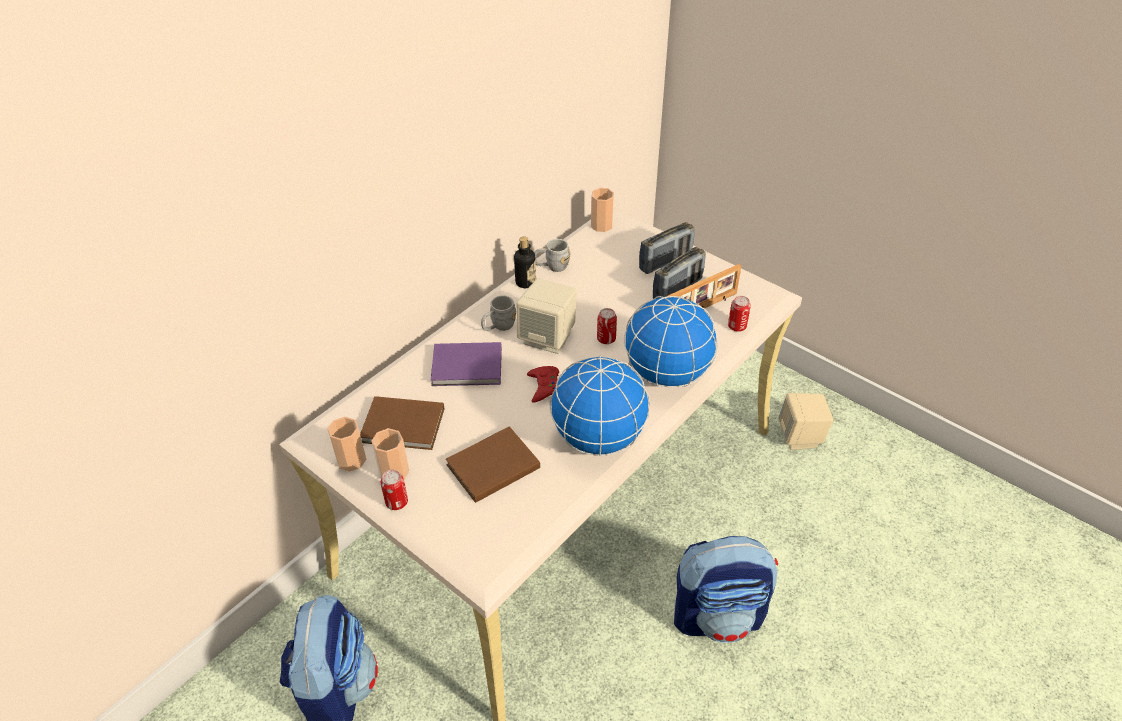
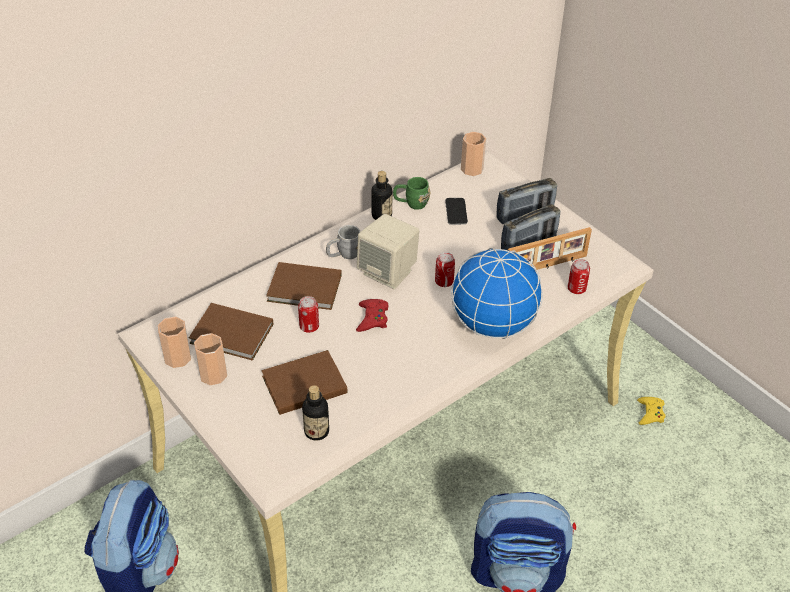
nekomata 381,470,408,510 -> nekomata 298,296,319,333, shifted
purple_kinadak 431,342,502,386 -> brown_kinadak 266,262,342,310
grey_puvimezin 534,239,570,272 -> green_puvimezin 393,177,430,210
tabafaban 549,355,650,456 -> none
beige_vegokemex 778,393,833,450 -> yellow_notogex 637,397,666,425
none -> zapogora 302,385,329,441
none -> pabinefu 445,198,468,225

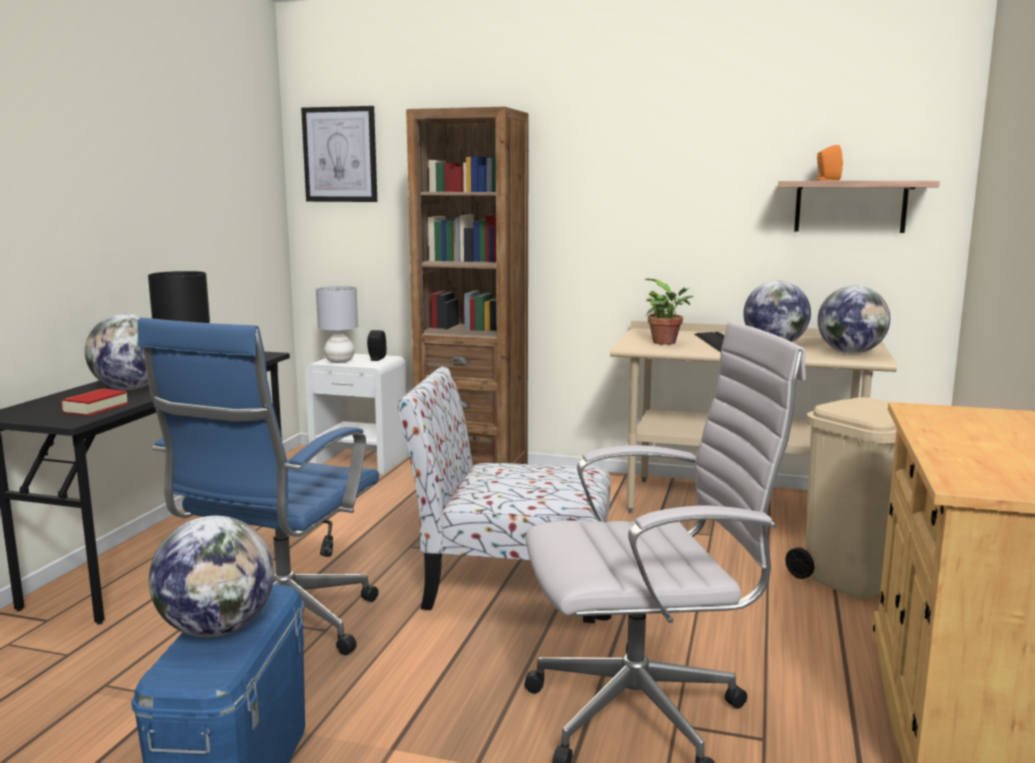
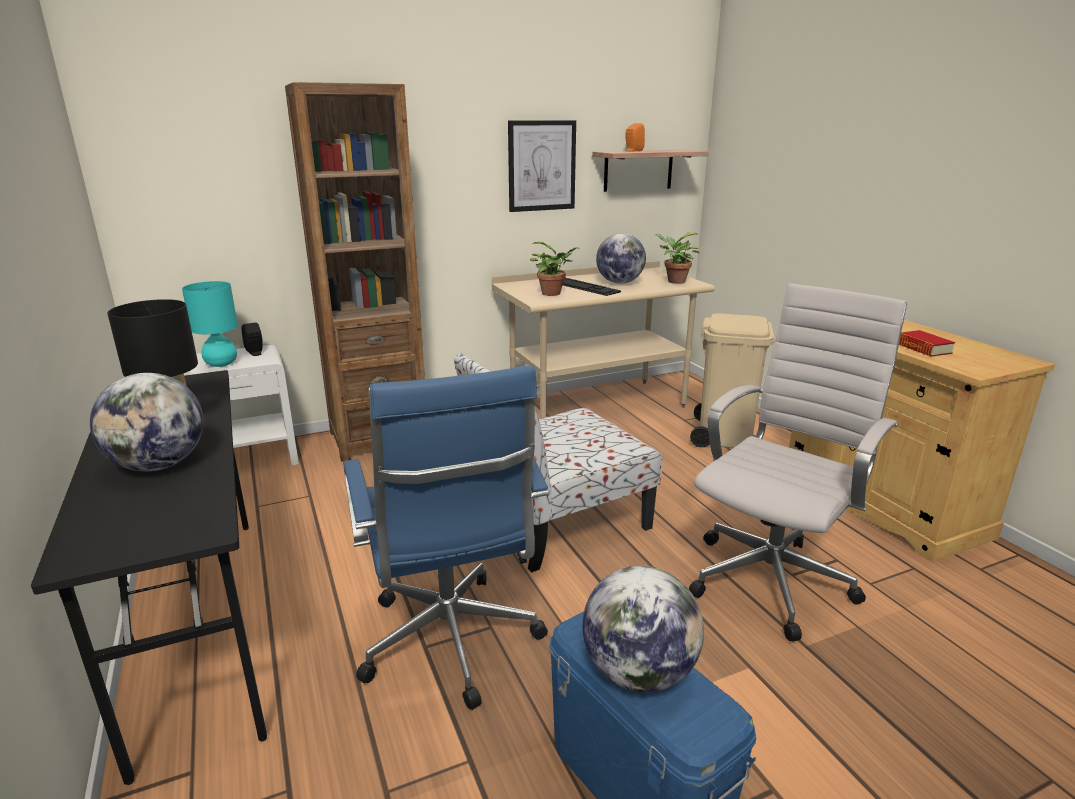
kinadak 61,389,129,416 -> kinadak 899,330,955,357, shifted
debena 301,106,377,202 -> debena 508,120,576,212, shifted
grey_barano 316,286,358,363 -> turquoise_barano 182,281,238,367
tabafaban 818,285,890,354 -> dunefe 656,232,700,284

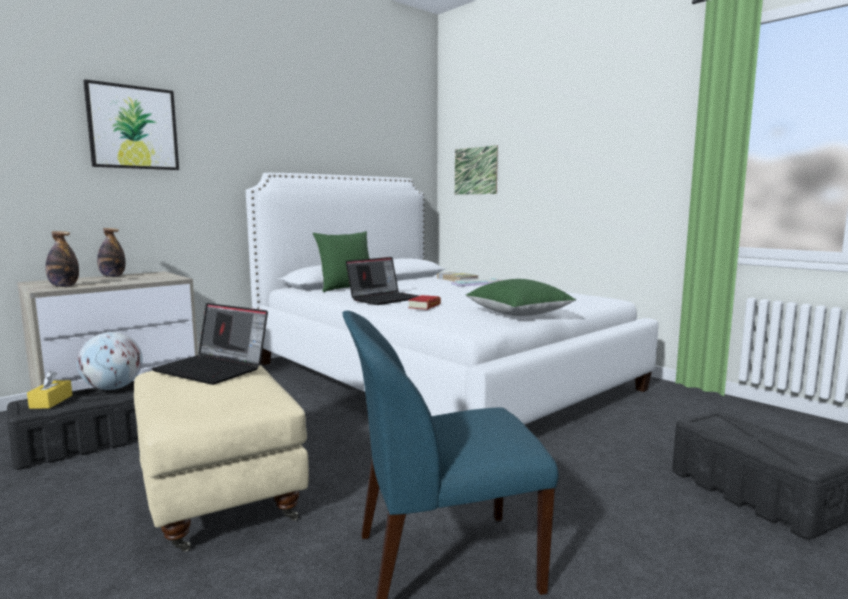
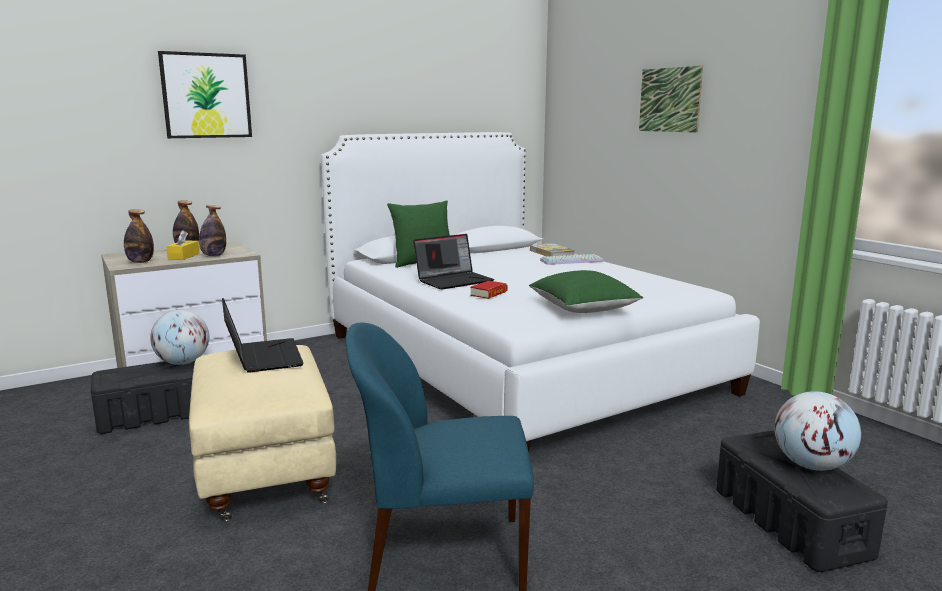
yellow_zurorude 27,371,72,409 -> yellow_zurorude 166,230,200,260, shifted
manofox 152,303,268,385 -> manofox 222,298,304,373, 150 degrees counterclockwise
debena 455,145,498,195 -> debena 639,65,703,133, shifted
none -> zapogora 199,205,226,256
none -> tabafaban 775,391,861,471

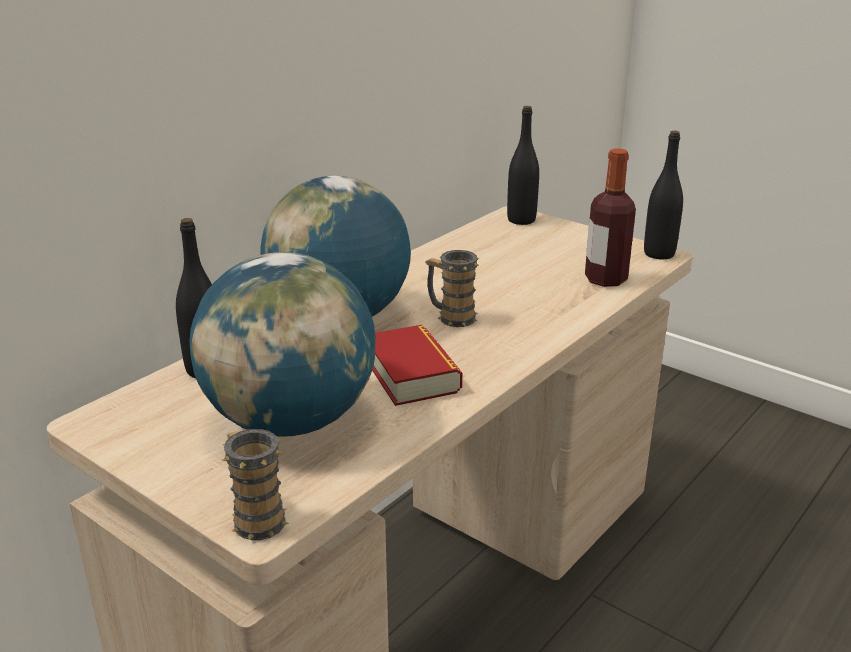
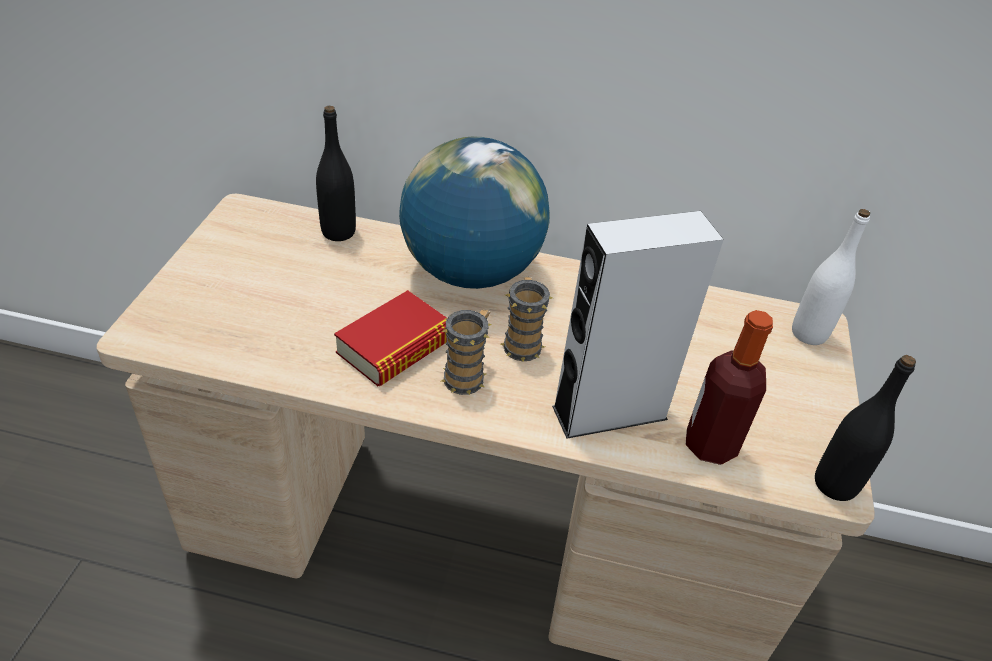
tabafaban 189,252,376,437 -> none
puvimezin 222,429,289,540 -> puvimezin 441,309,492,395, shifted
black_zapogora 507,106,539,225 -> white_zapogora 792,209,870,345
none -> grey_vegokemex 552,211,724,439

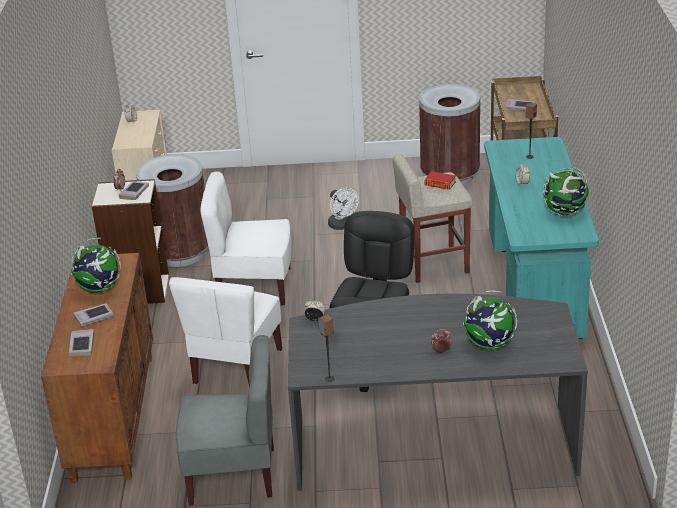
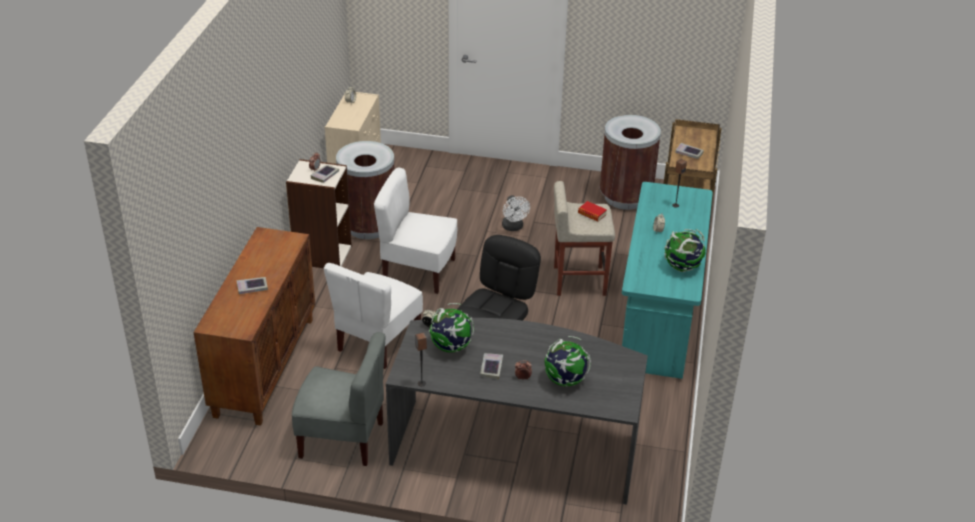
kinadak 69,329,94,356 -> kinadak 480,353,503,380, shifted
tabafaban 71,238,121,293 -> tabafaban 429,303,474,352, shifted

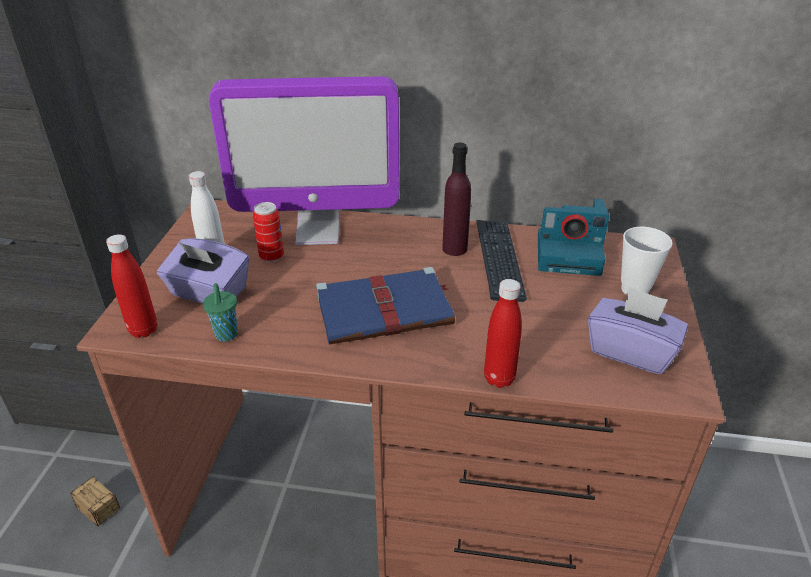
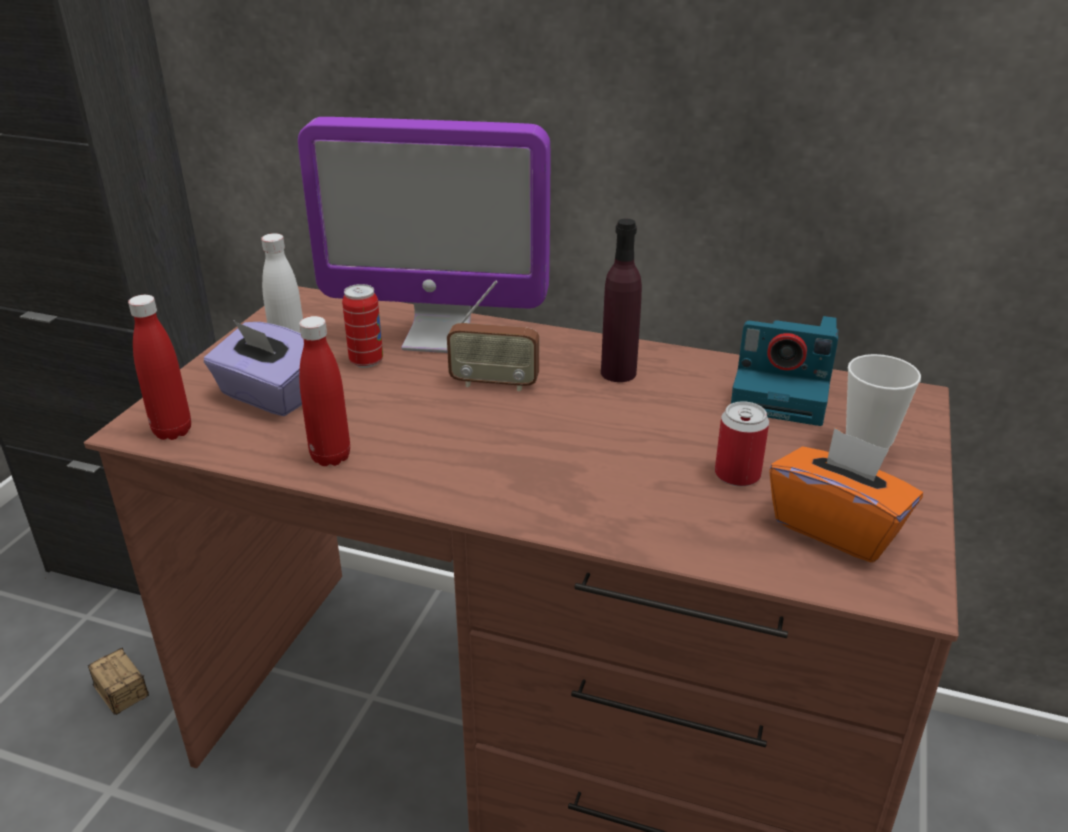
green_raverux 203,283,238,341 -> none
blue_kinadak 316,267,455,344 -> none
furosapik 476,220,527,302 -> none
red_zapogora 484,279,522,388 -> red_zapogora 299,316,350,466, shifted
purple_zurorude 588,287,688,374 -> orange_zurorude 769,428,923,563
none -> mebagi 447,280,539,392
none -> nekomata 715,401,769,486

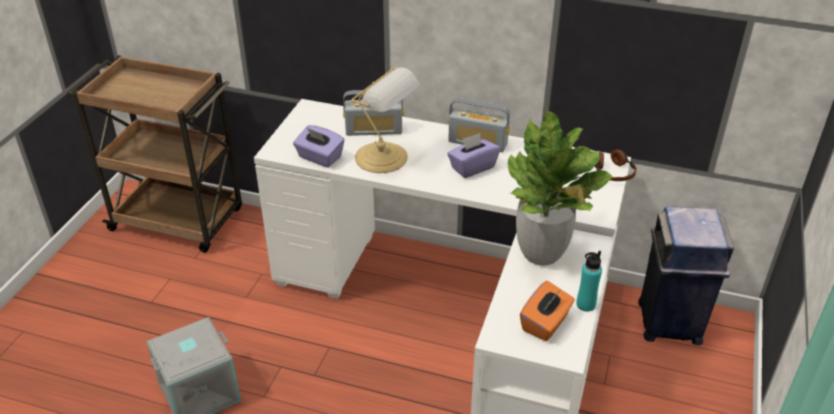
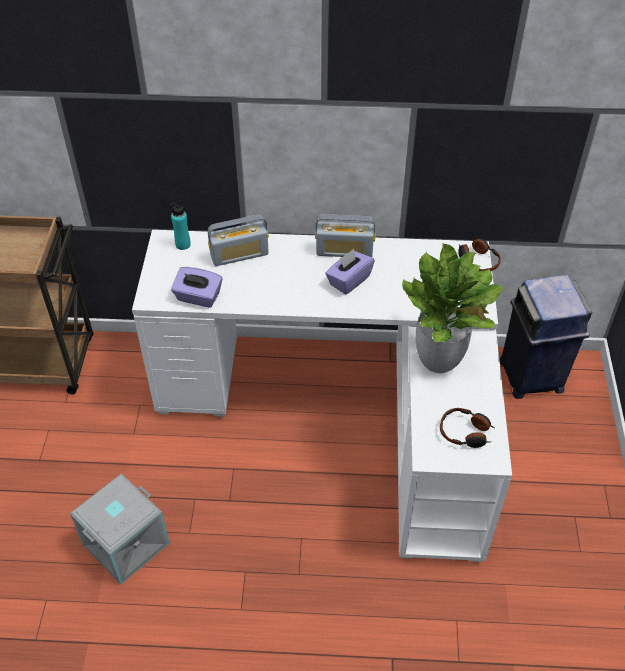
barano 351,67,419,173 -> none
orange_zurorude 520,281,575,341 -> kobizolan 440,408,494,448
turquoise_zapogora 577,251,602,312 -> turquoise_zapogora 169,200,191,250, shifted

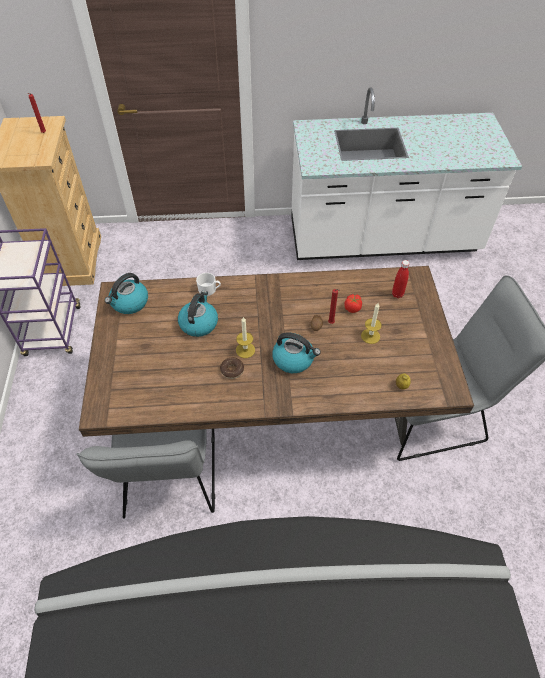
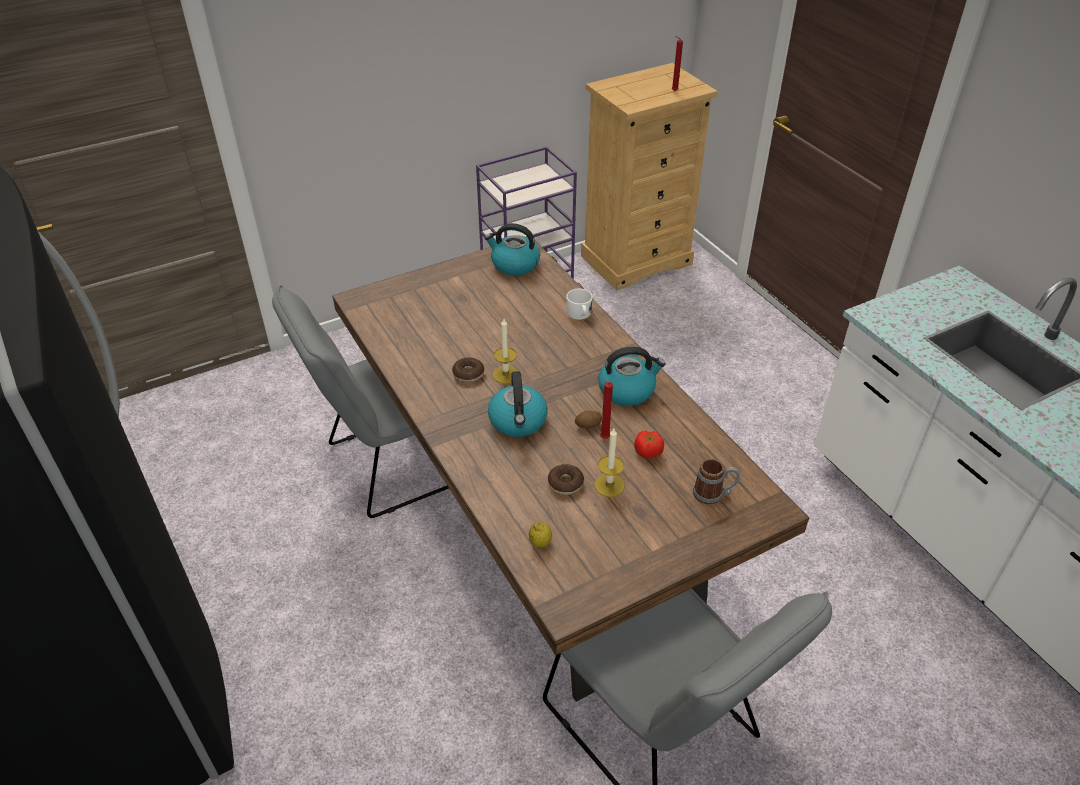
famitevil 178,291,218,337 -> famitevil 598,347,666,406, shifted
red_zapogora 392,260,410,298 -> puvimezin 693,459,740,505
none -> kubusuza 548,464,584,495

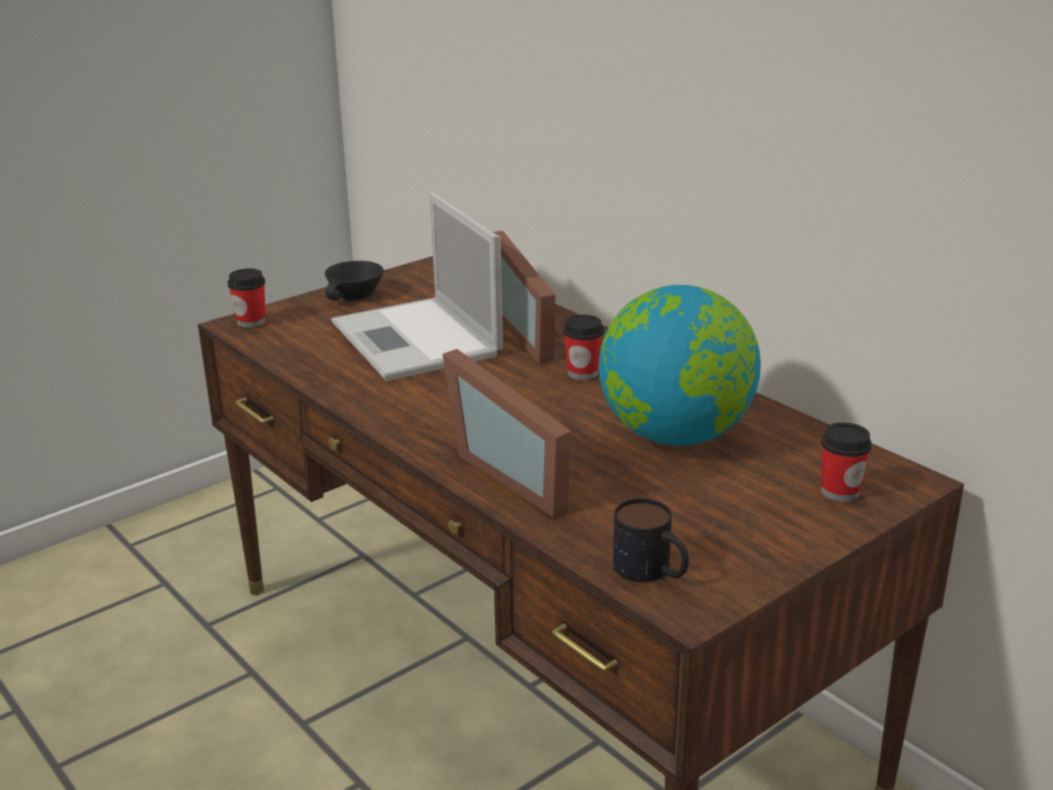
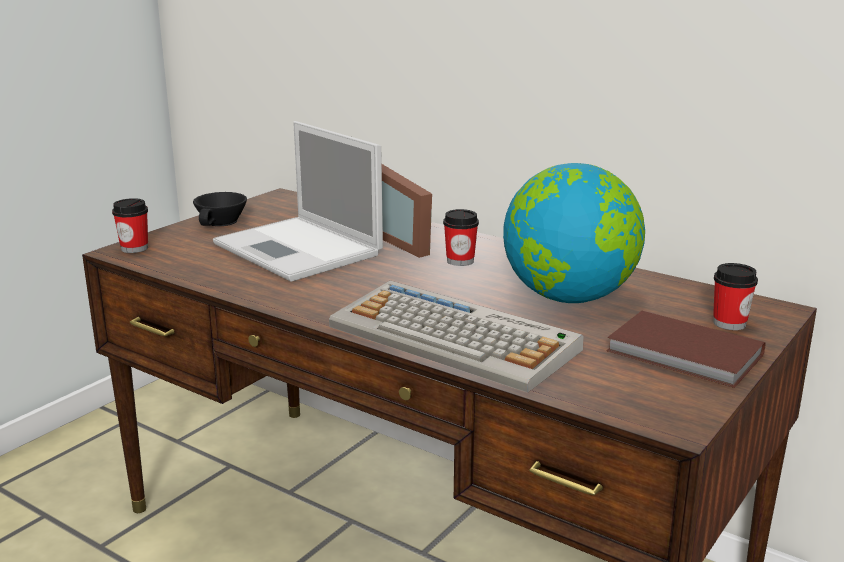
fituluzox 443,349,571,517 -> furosapik 329,280,583,393
puvimezin 613,498,689,582 -> none
none -> brown_kinadak 606,311,765,388

